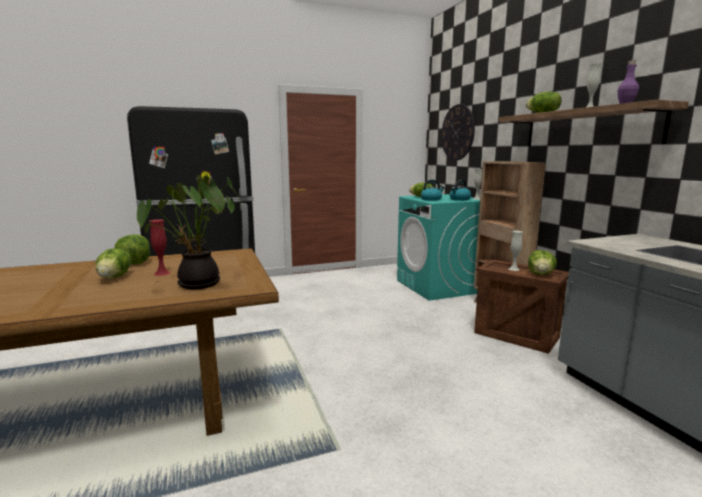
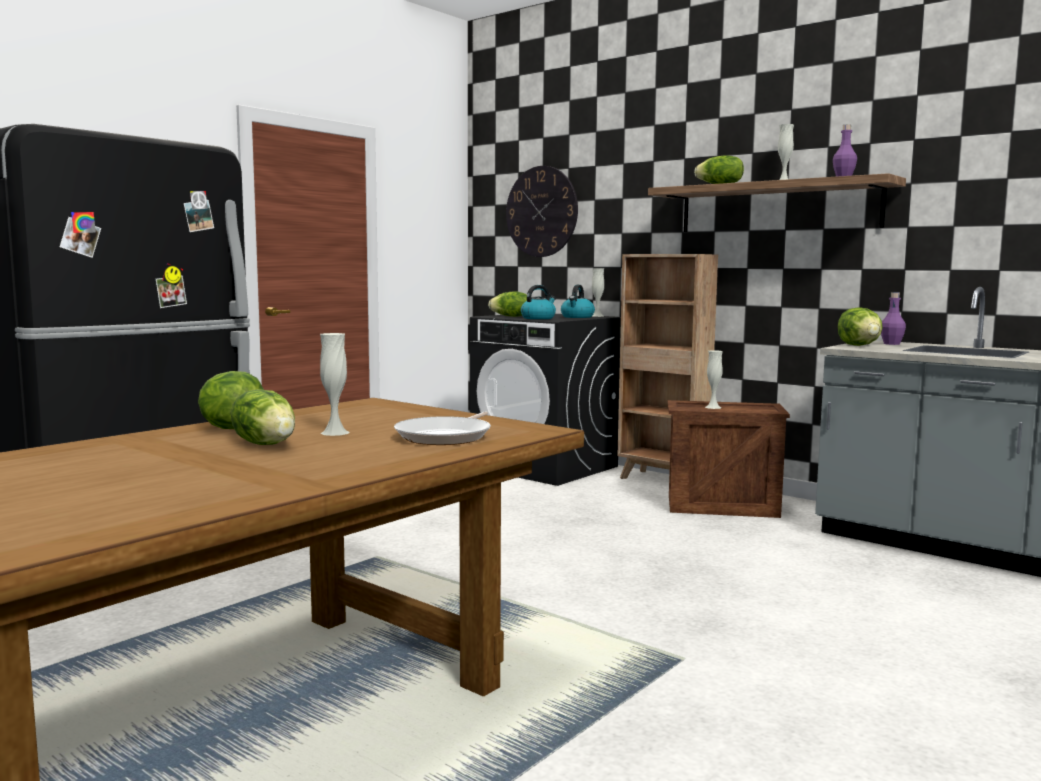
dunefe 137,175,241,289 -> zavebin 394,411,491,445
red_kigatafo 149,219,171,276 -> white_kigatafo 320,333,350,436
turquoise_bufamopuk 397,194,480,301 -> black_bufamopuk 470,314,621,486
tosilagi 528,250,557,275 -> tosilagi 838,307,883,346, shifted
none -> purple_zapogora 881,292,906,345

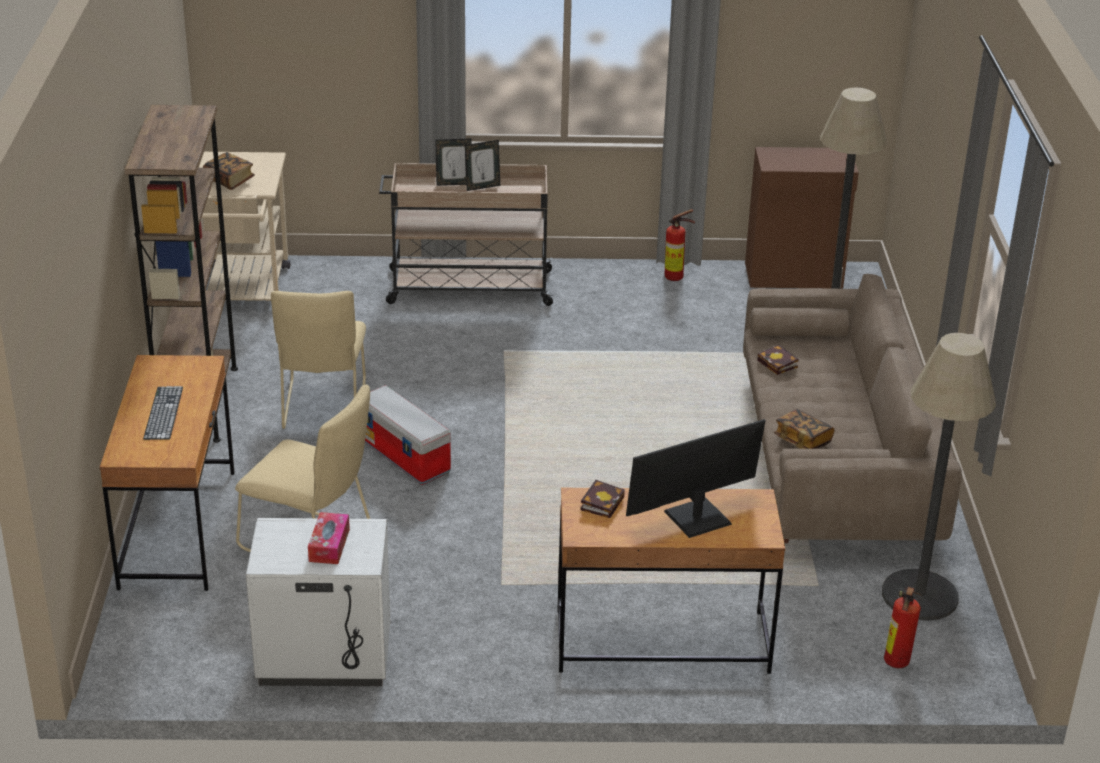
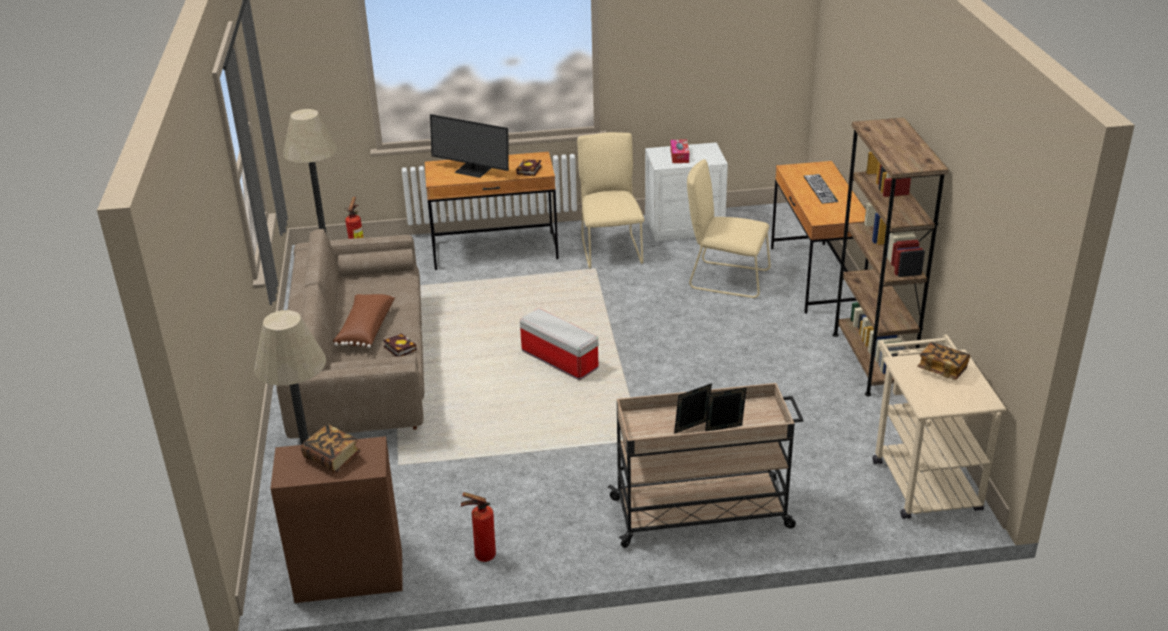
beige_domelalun 271,291,366,429 -> beige_domelalun 577,132,645,269, shifted
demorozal 365,385,451,485 -> demorozal 520,308,598,380, shifted
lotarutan 626,419,766,538 -> lotarutan 430,114,509,178, 60 degrees clockwise
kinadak 774,409,835,449 -> kinadak 301,424,361,473, shifted
none -> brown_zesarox 333,294,395,348

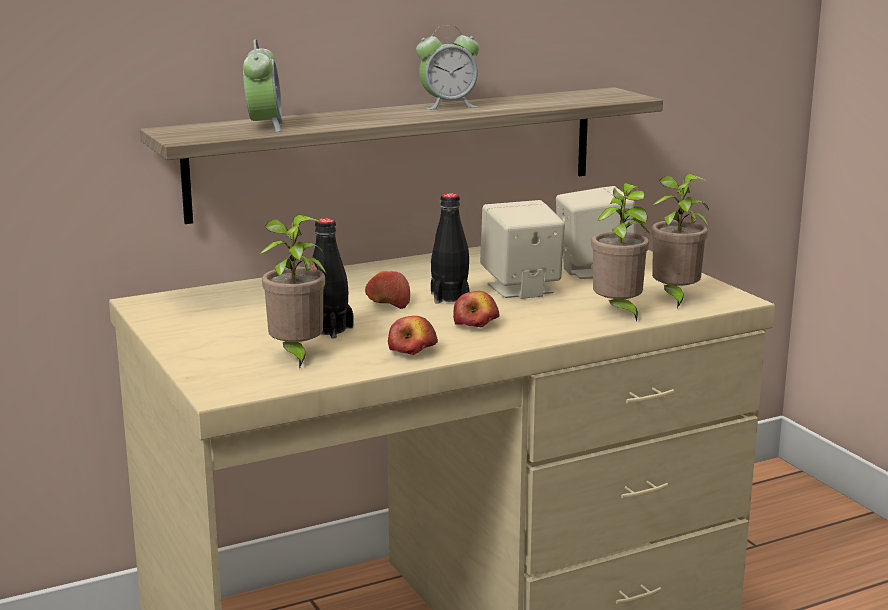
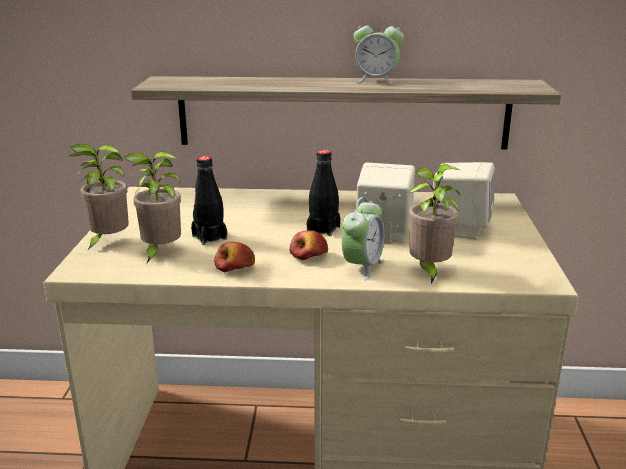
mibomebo 243,39,283,132 -> mibomebo 342,197,384,280, shifted
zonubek 365,271,410,309 -> none
dunefe 651,174,709,309 -> dunefe 69,144,129,251, shifted

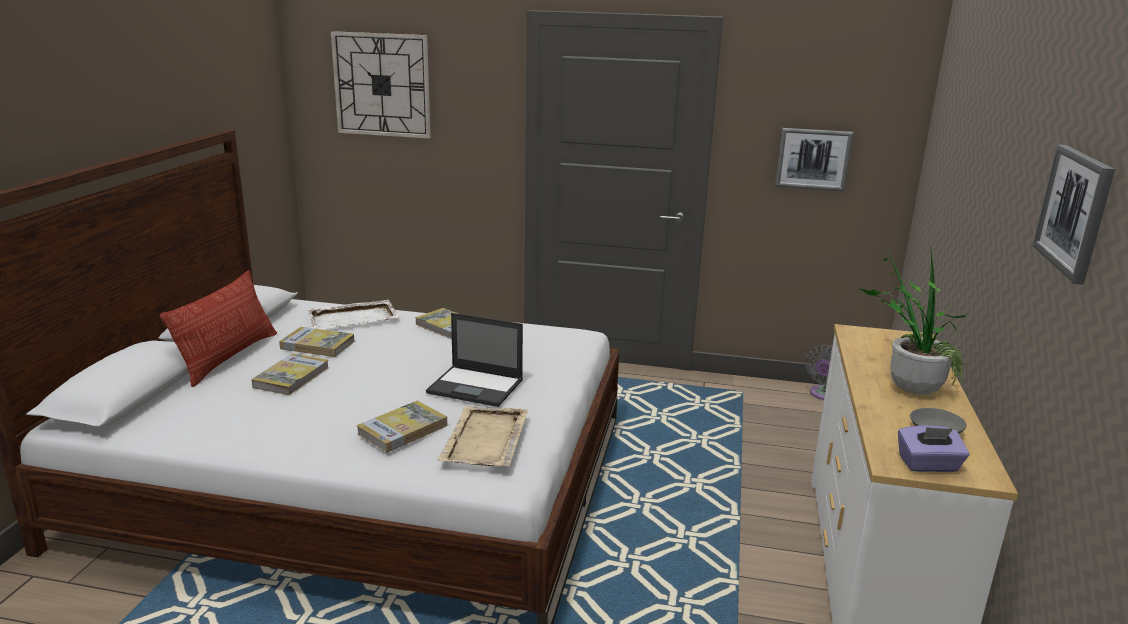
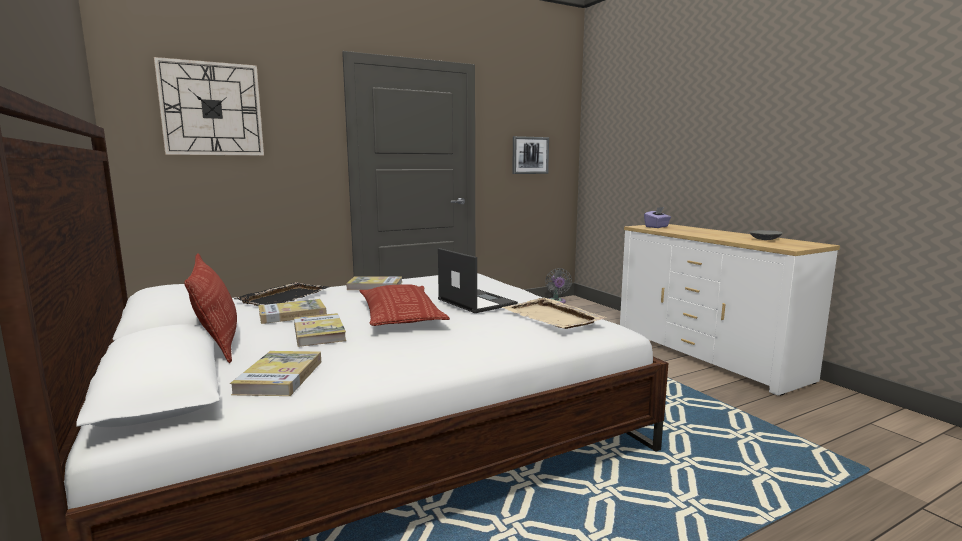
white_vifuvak 307,300,399,329 -> black_vifuvak 234,282,328,306
kinadak 356,401,447,453 -> kinadak 230,351,321,396, shifted
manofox 426,313,523,407 -> manofox 438,248,518,313, 105 degrees counterclockwise
dunefe 860,247,965,395 -> none
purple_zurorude 898,425,969,472 -> purple_zurorude 644,207,671,228, shifted
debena 1033,144,1115,285 -> none
none -> zesarox 360,284,450,326

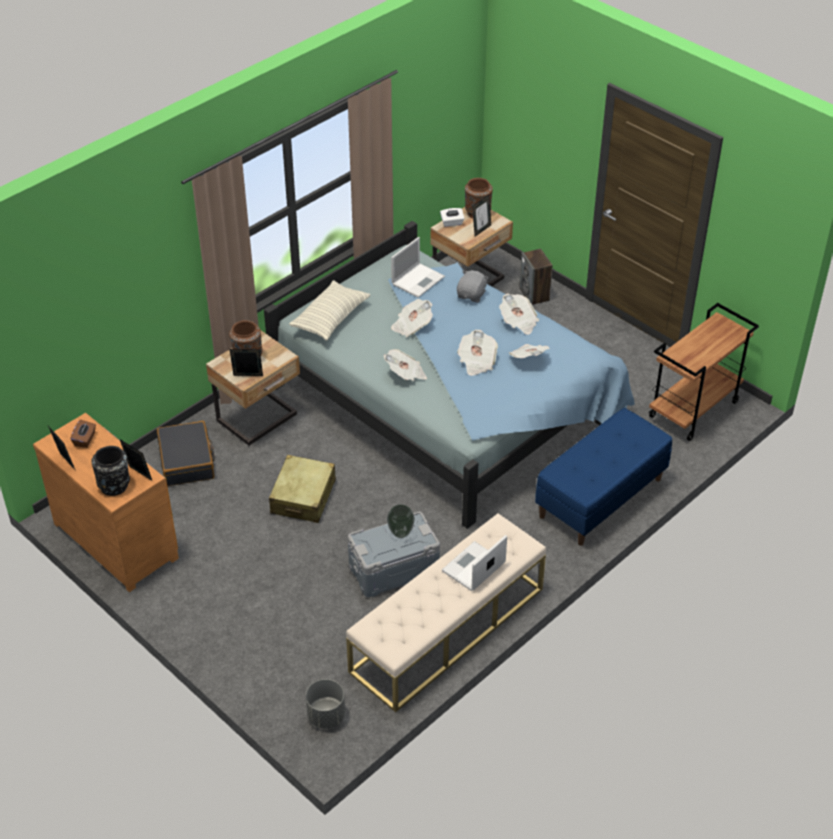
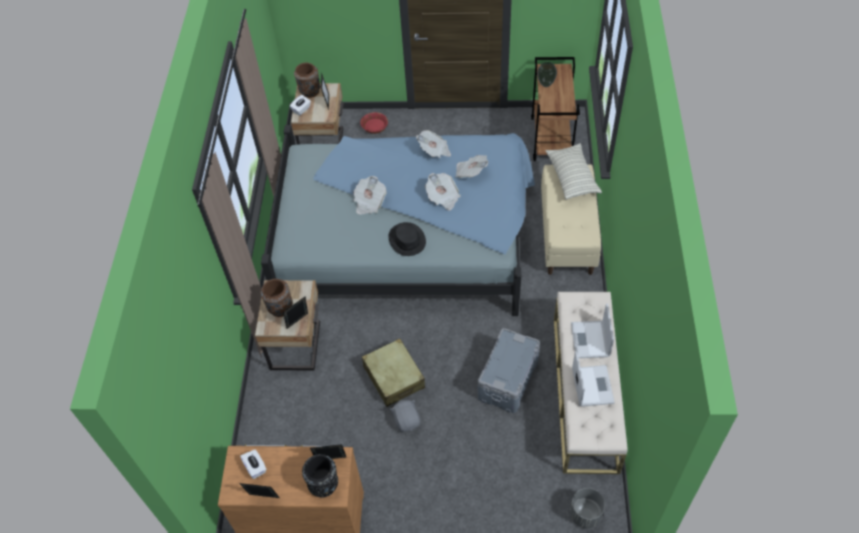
brown_zurorude 71,420,96,448 -> white_zurorude 240,450,267,479
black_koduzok 157,421,215,486 -> none
zesarox 289,280,370,341 -> zesarox 545,143,602,200, shifted
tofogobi 384,349,427,381 -> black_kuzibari 388,222,426,256
kigatafo 387,504,415,538 -> kigatafo 537,62,557,87, shifted
manofox 391,237,445,298 -> manofox 572,351,615,407, shifted
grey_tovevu 457,270,489,302 -> grey_tovevu 390,400,420,432, shifted
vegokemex 519,249,552,305 -> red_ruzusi 360,112,388,134
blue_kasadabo 535,408,672,546 -> beige_kasadabo 541,164,601,275

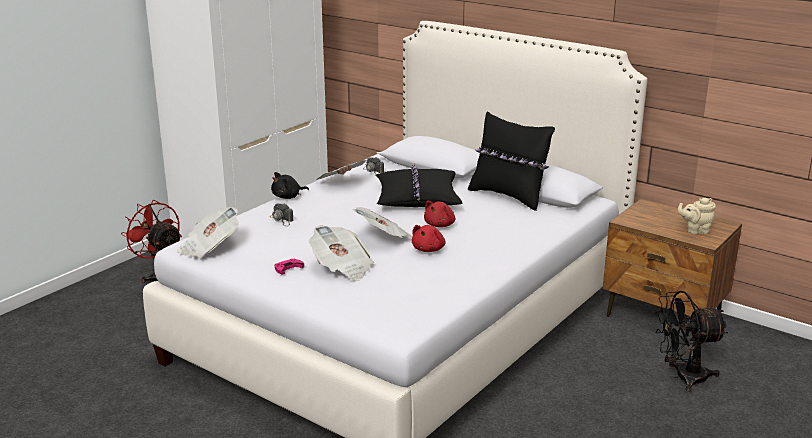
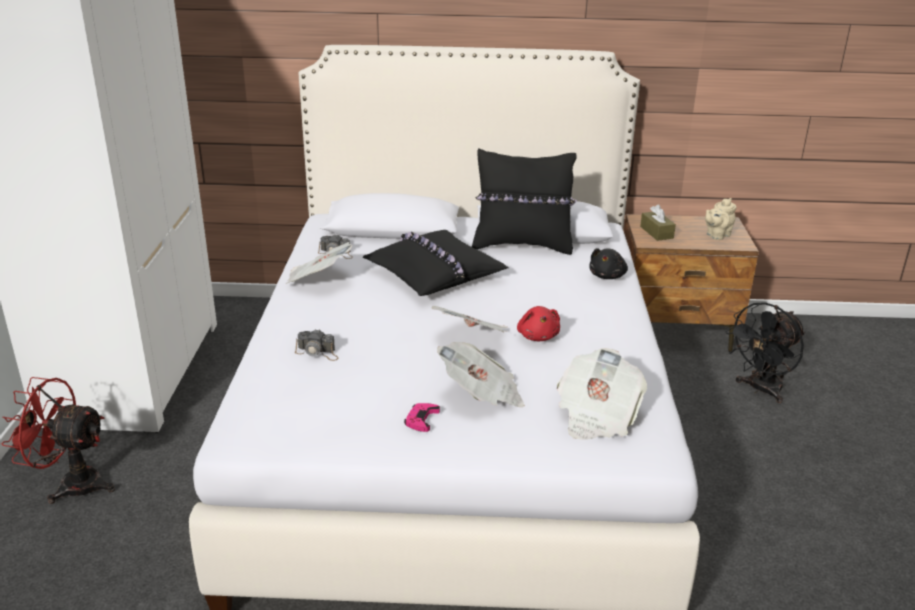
tofogobi 177,207,239,258 -> tofogobi 557,348,647,440, shifted
black_tovevu 271,172,309,199 -> black_tovevu 589,248,628,279, shifted
red_tovevu 424,200,455,227 -> none
none -> brown_zurorude 640,204,676,241

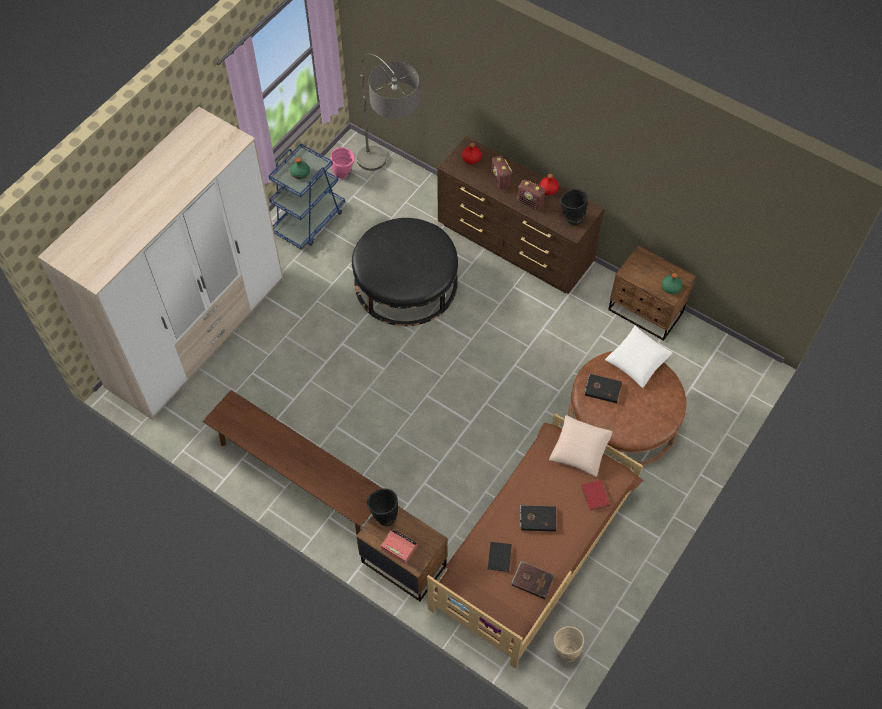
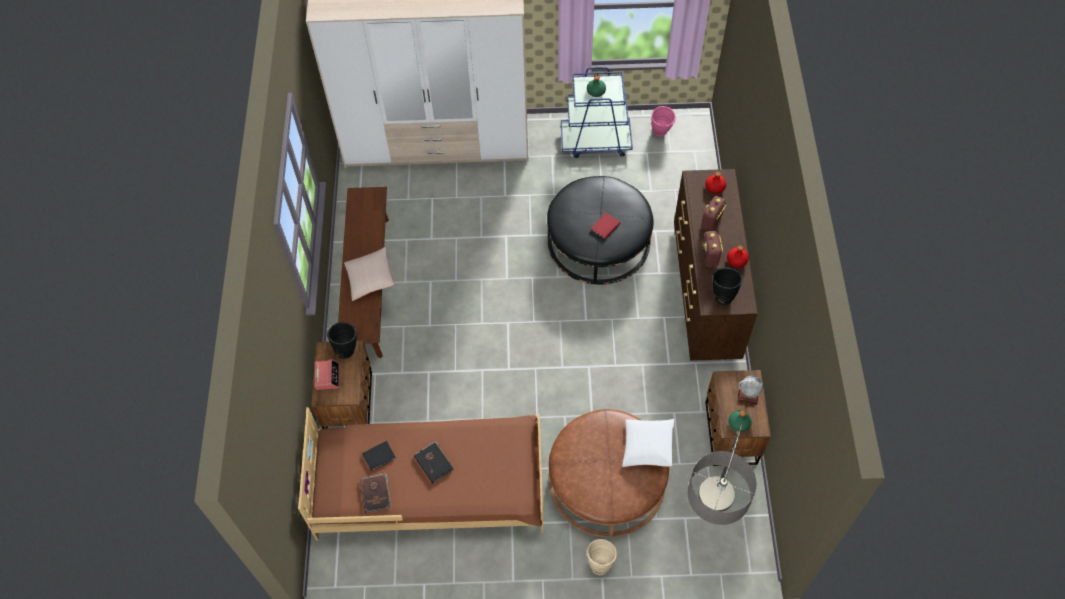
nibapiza 357,54,420,171 -> nibapiza 688,424,757,525, shifted
beige_zesarox 549,415,613,477 -> beige_zesarox 344,247,394,301, shifted
beige_kigatafo 553,626,584,662 -> beige_kigatafo 587,539,617,575, shifted
red_kinadak 581,480,610,510 -> red_kinadak 591,213,620,239, shifted
black_kinadak 584,373,622,403 -> none
none -> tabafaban 737,376,763,405

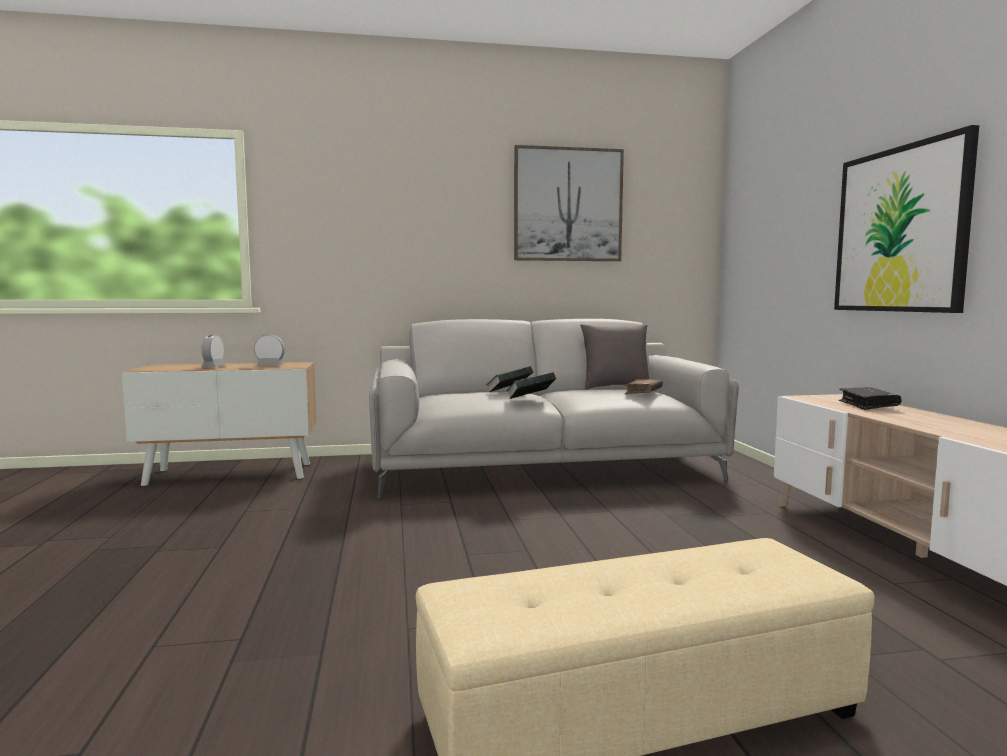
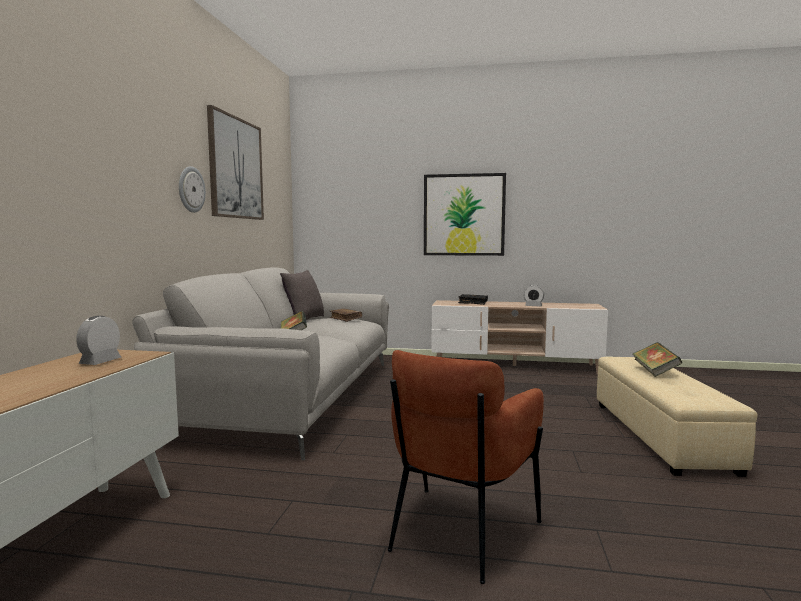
mibomebo 201,335,226,368 -> mibomebo 524,285,544,307, shifted
kinadak 507,372,556,399 -> kinadak 633,342,682,377, shifted
none -> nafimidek 179,166,206,213
none -> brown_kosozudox 388,350,544,584

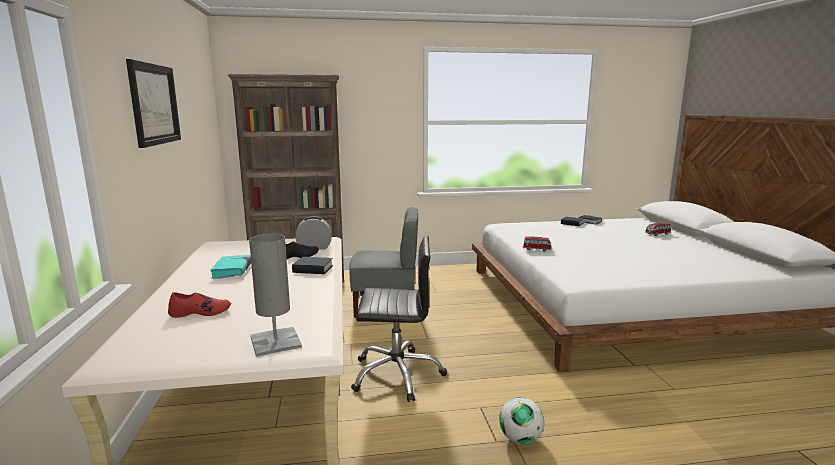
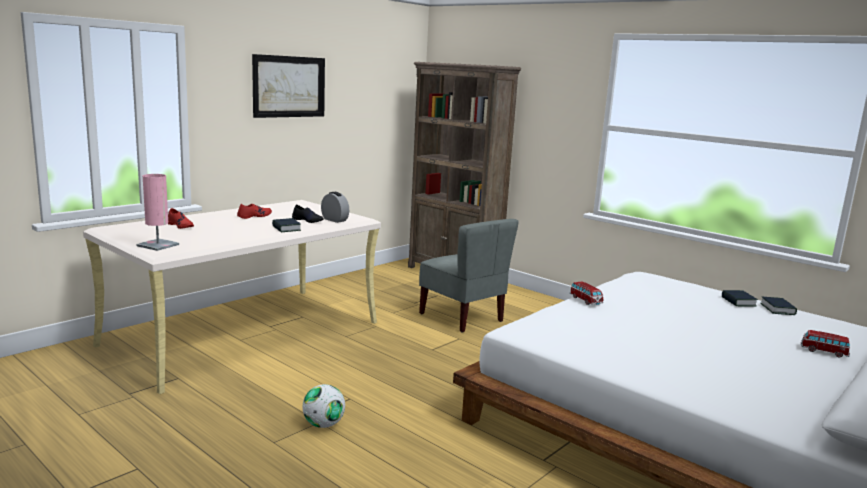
turquoise_kinadak 210,255,251,279 -> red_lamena 237,204,272,219
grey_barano 249,234,302,357 -> pink_barano 136,174,179,251
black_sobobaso 351,236,447,402 -> none

